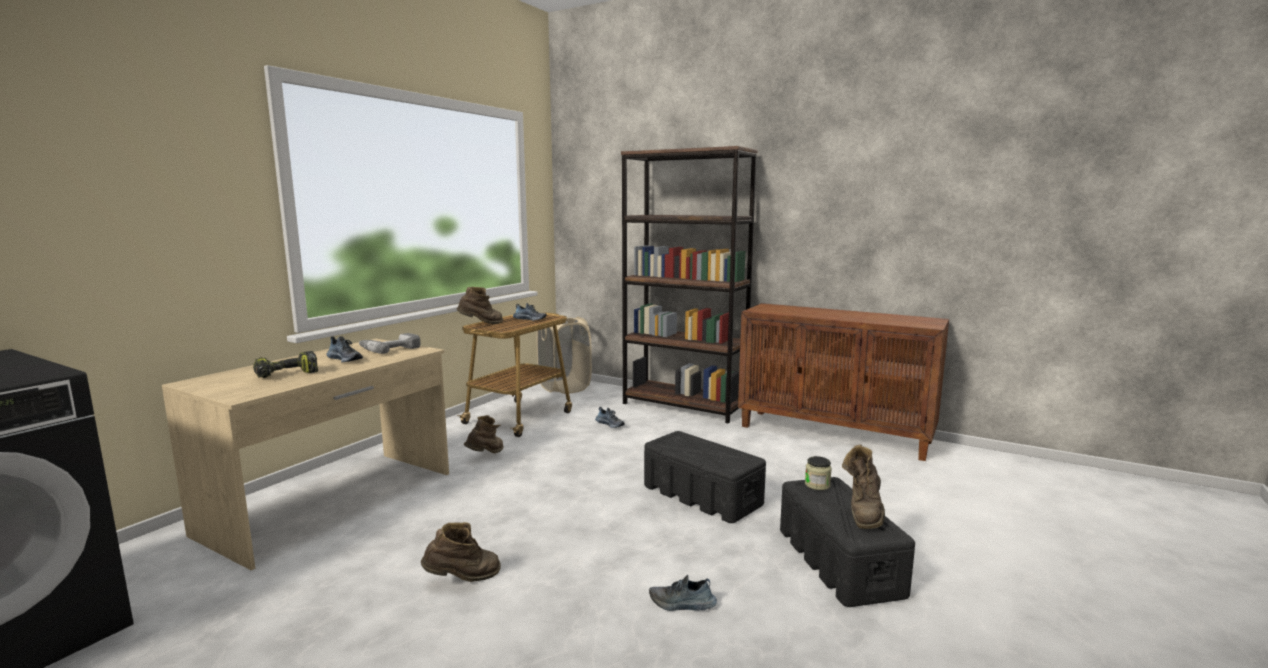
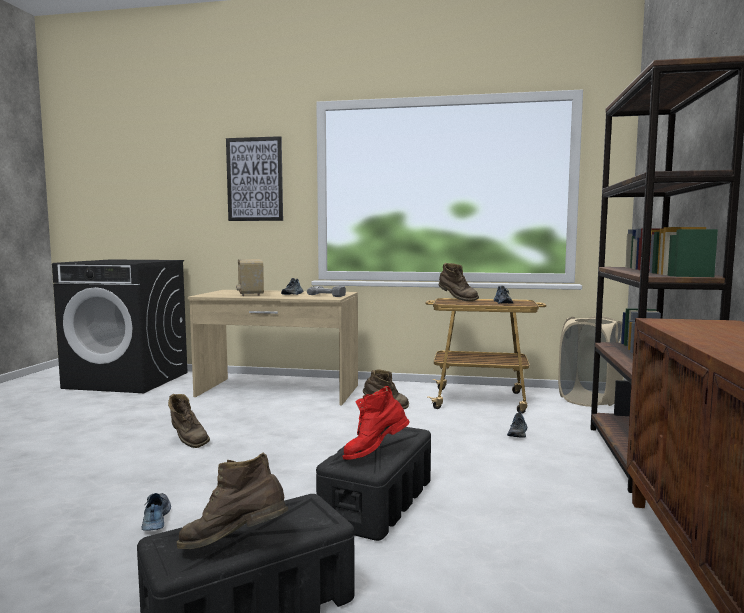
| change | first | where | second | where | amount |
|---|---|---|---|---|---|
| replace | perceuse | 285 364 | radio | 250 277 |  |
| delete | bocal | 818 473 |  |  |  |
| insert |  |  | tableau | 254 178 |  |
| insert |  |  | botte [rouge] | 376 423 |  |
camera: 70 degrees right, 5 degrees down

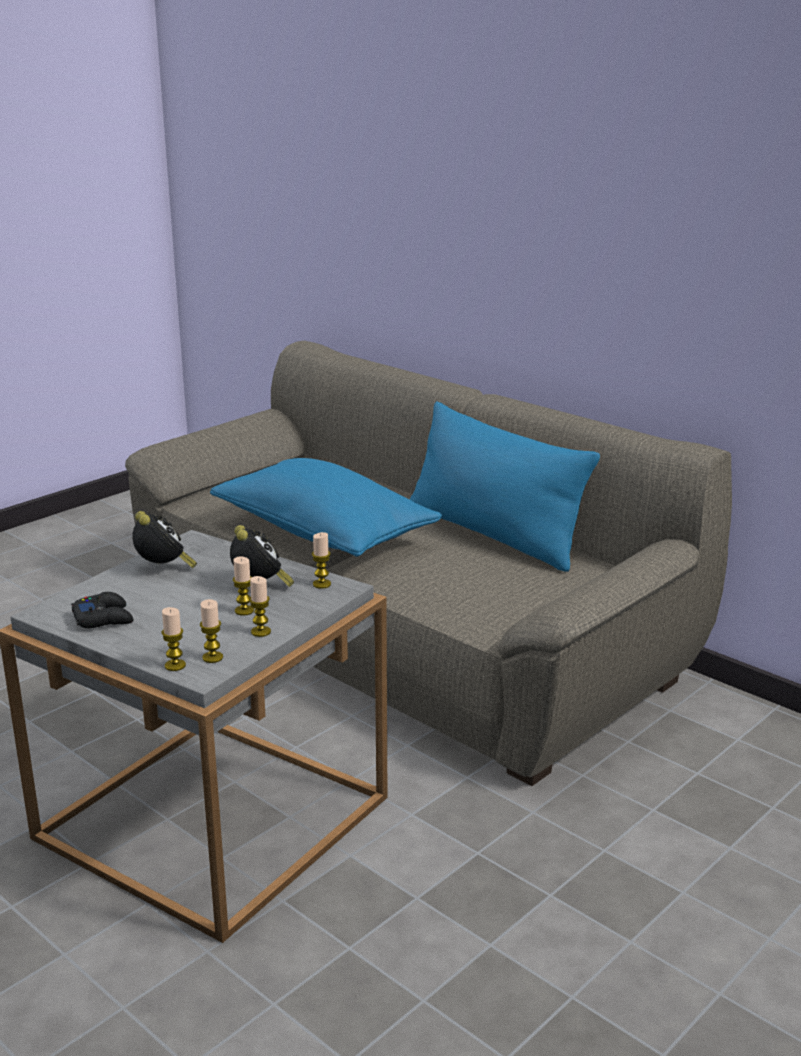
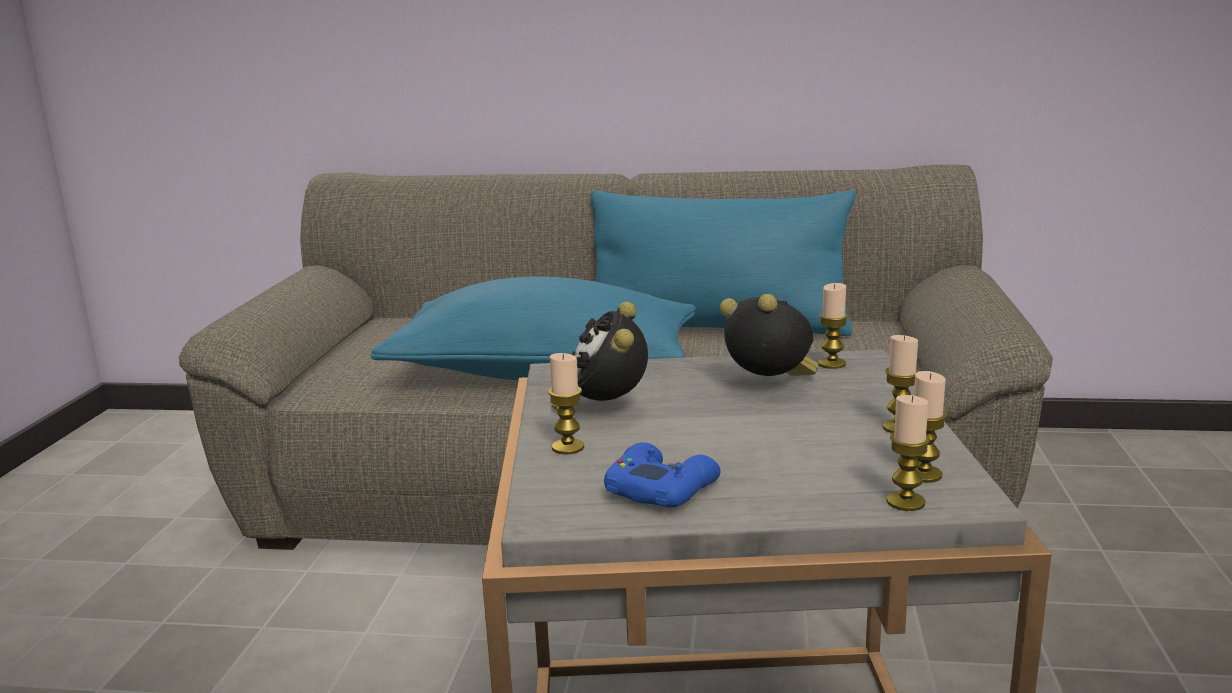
| change | first | where | second | where | amount |
|---|---|---|---|---|---|
| recolor | manette [noir] | 102 610 | manette [bleu] | 662 474 |  |
| rotate | réveil | 165 539 |  | 599 356 | 120 degrees counterclockwise |
| move | bougie | 243 586 |  | 566 404 |  |
camera: 35 degrees left, 5 degrees down

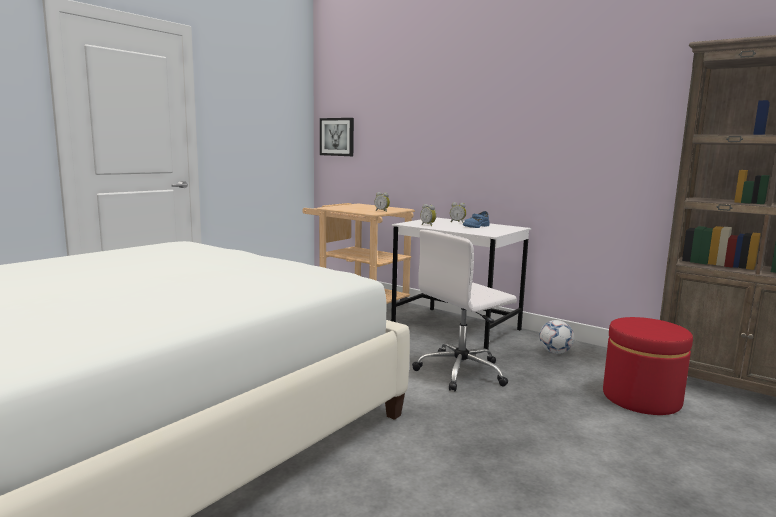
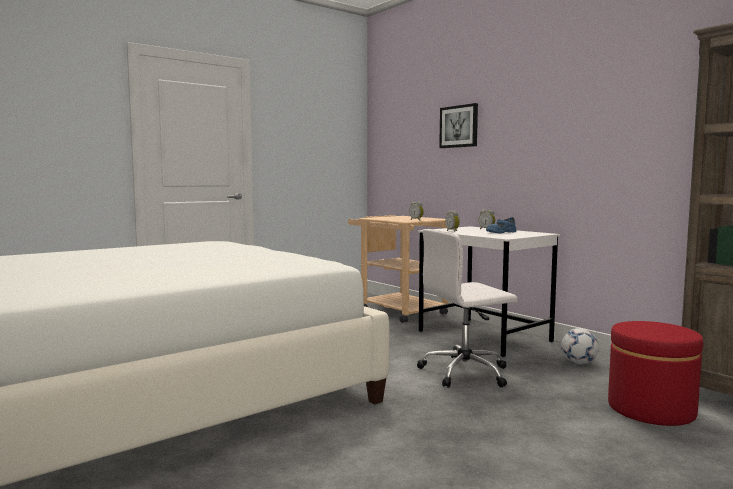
| change | first | where | second | where | amount |
|---|---|---|---|---|---|
| move | tableau | 337 137 |  | 458 125 |  |
camera: 15 degrees right, 5 degrees down

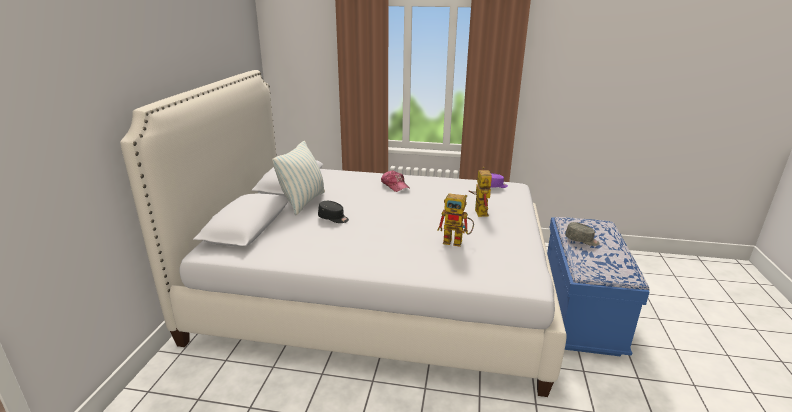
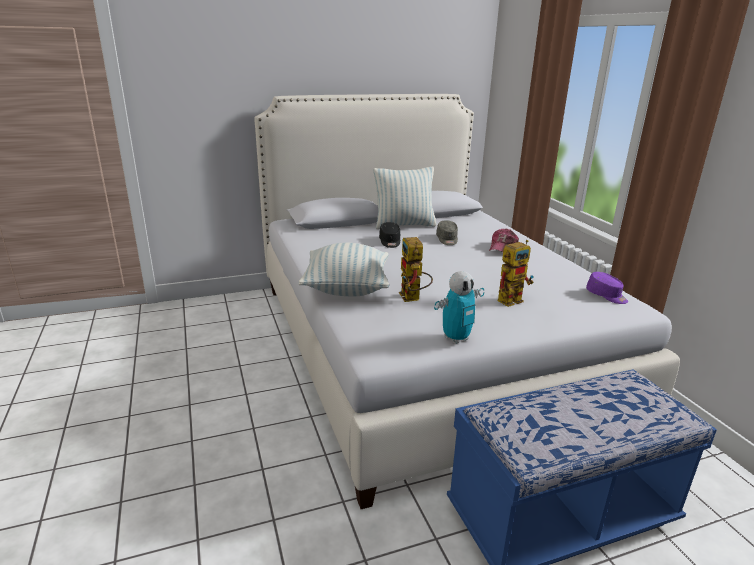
| change | first | where | second | where | amount |
|---|---|---|---|---|---|
| move | casquette [gris] | 582 234 |  | 447 232 |  |
| insert |  |  | coussin | 343 269 |  |
| insert |  |  | robot jouet | 459 307 |  |
camera: 60 degrees right, 0 degrees up

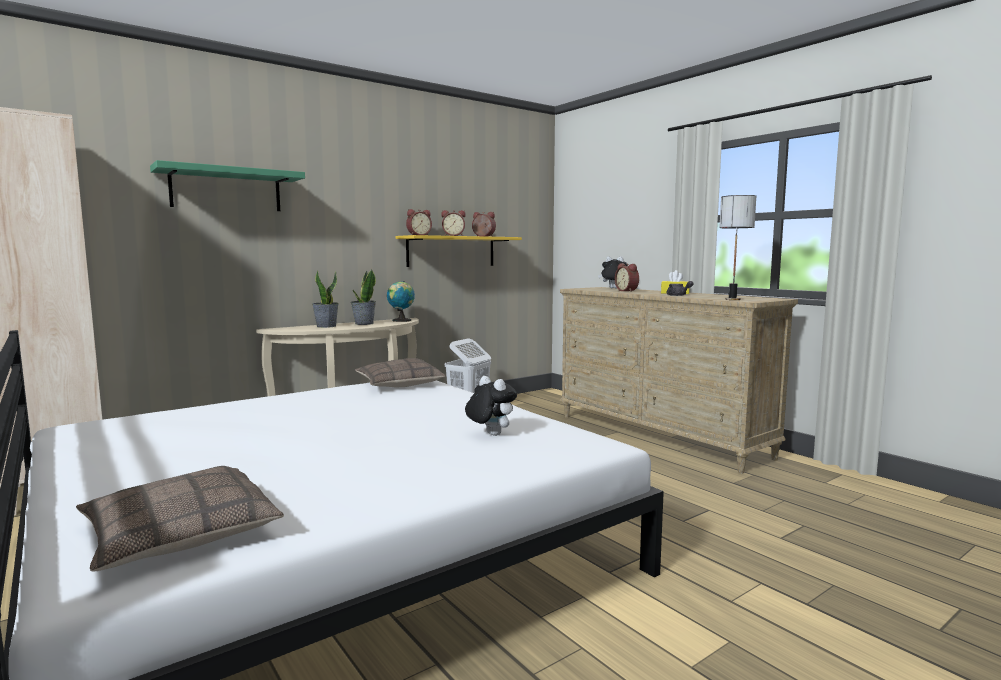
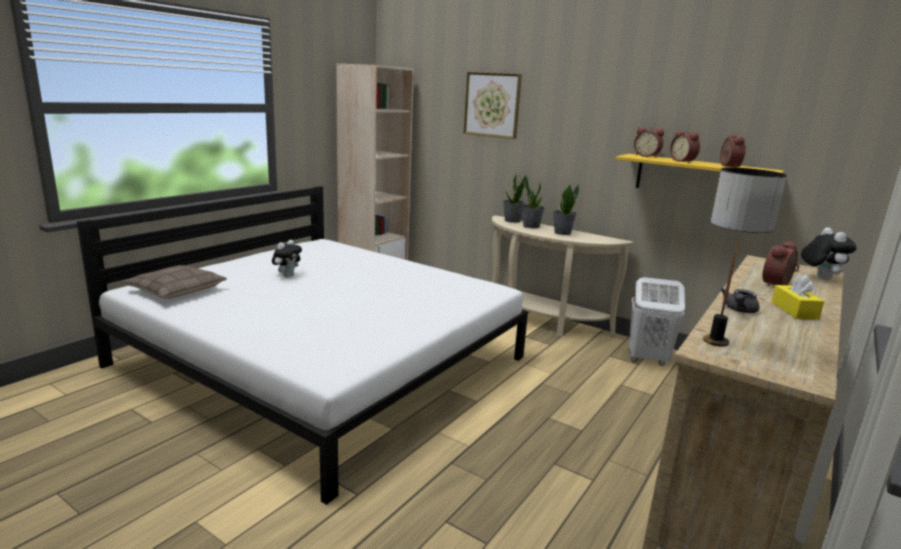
| change | first | where | second | where | amount |
|---|---|---|---|---|---|
| replace | étagère [vert] | 227 185 | tableau | 493 105 |  |
| delete | coussin | 400 372 |  |  |  |
| delete | globe | 401 301 |  |  |  |
| move | peluche | 491 406 |  | 287 258 |  |
| insert |  |  | plante en pot | 514 198 |  |
camera: 70 degrees right, 10 degrees up

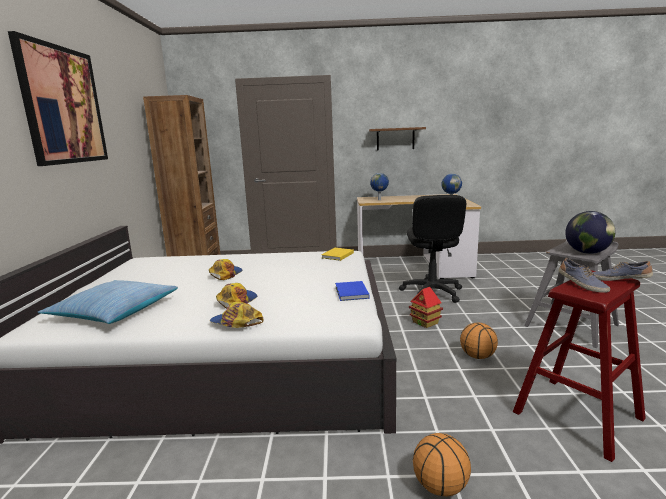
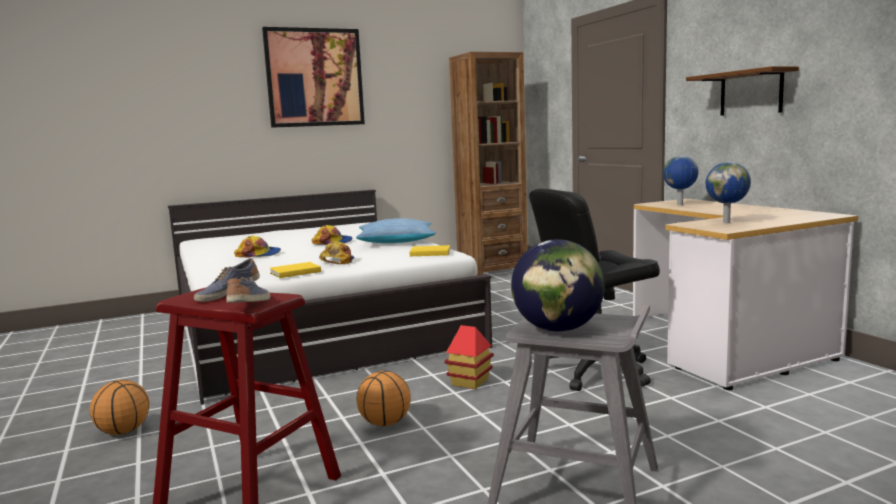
| change | first | where | second | where | amount |
|---|---|---|---|---|---|
| move | coussin | 108 302 |  | 396 230 |  |
| move | casquette | 237 315 |  | 337 253 |  |
| recolor | livre [bleu] | 352 291 | livre [jaune] | 295 270 |  |
camera: 65 degrees right, 5 degrees down

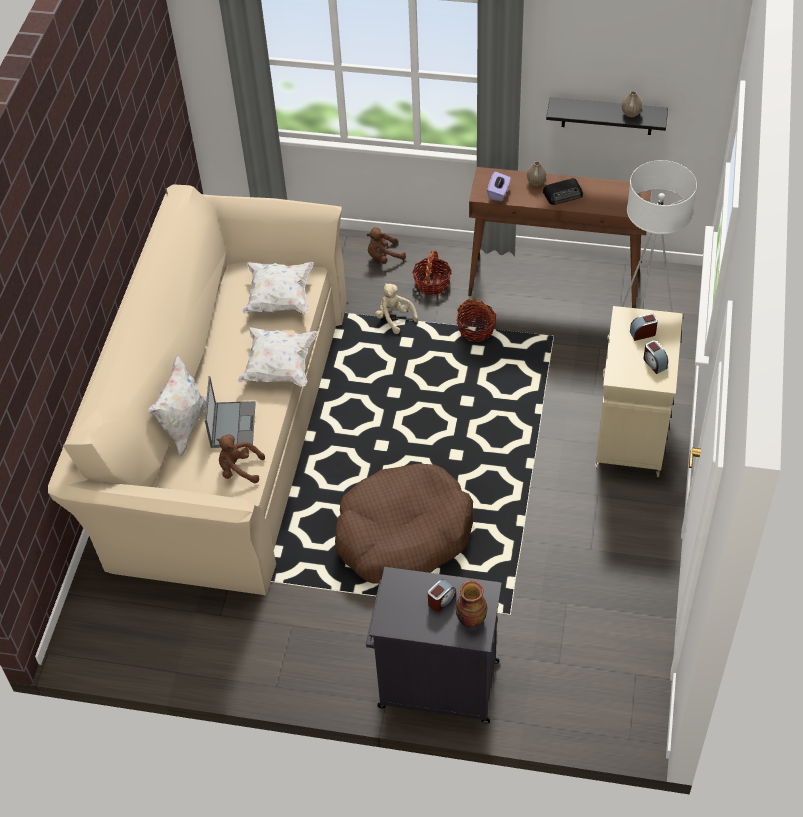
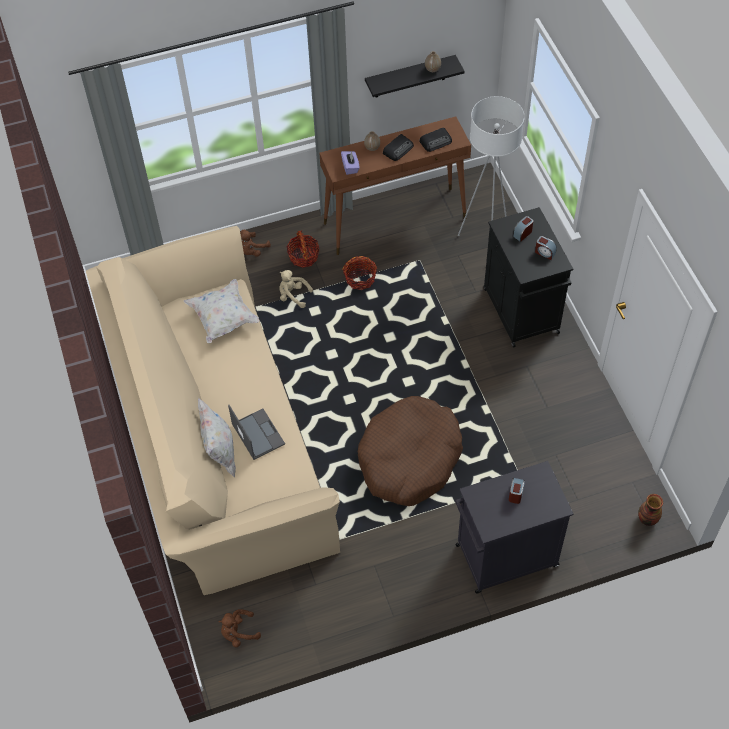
| change | first | where | second | where | amount |
|---|---|---|---|---|---|
| move | peluche [marron] | 241 458 |  | 239 628 |  |
| delete | coussin [blanc] | 277 357 |  |  |  |
| move | vase | 471 604 |  | 650 510 |  |
| recolor | meuble de rangement [beige] | 639 391 | meuble de rangement [noir] | 528 277 |  |
| insert |  |  | radio | 435 140 |  |
camera: 30 degrees left, 5 degrees up

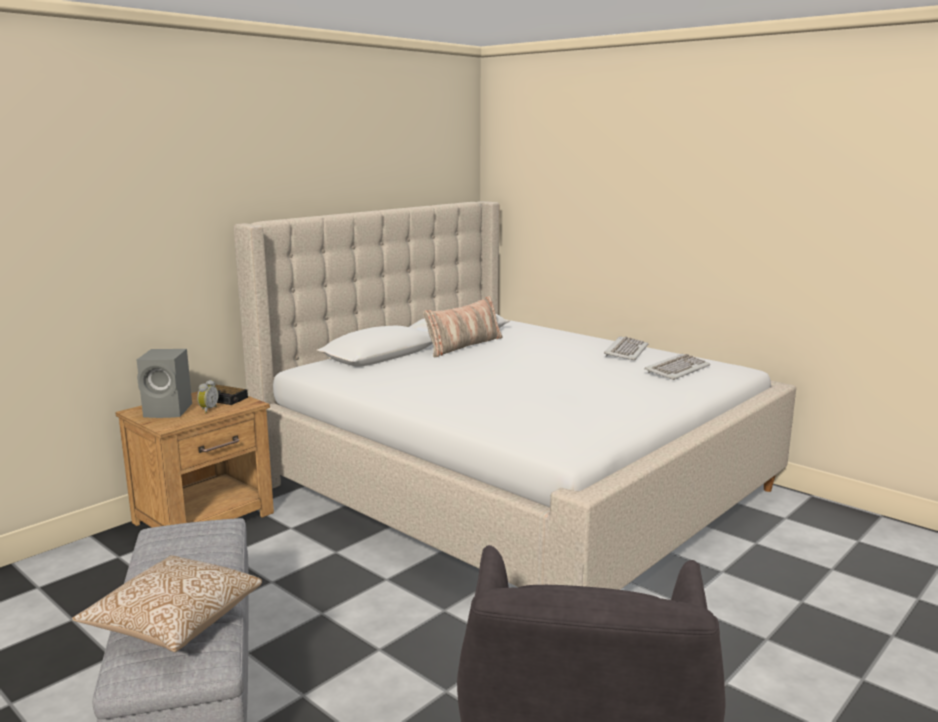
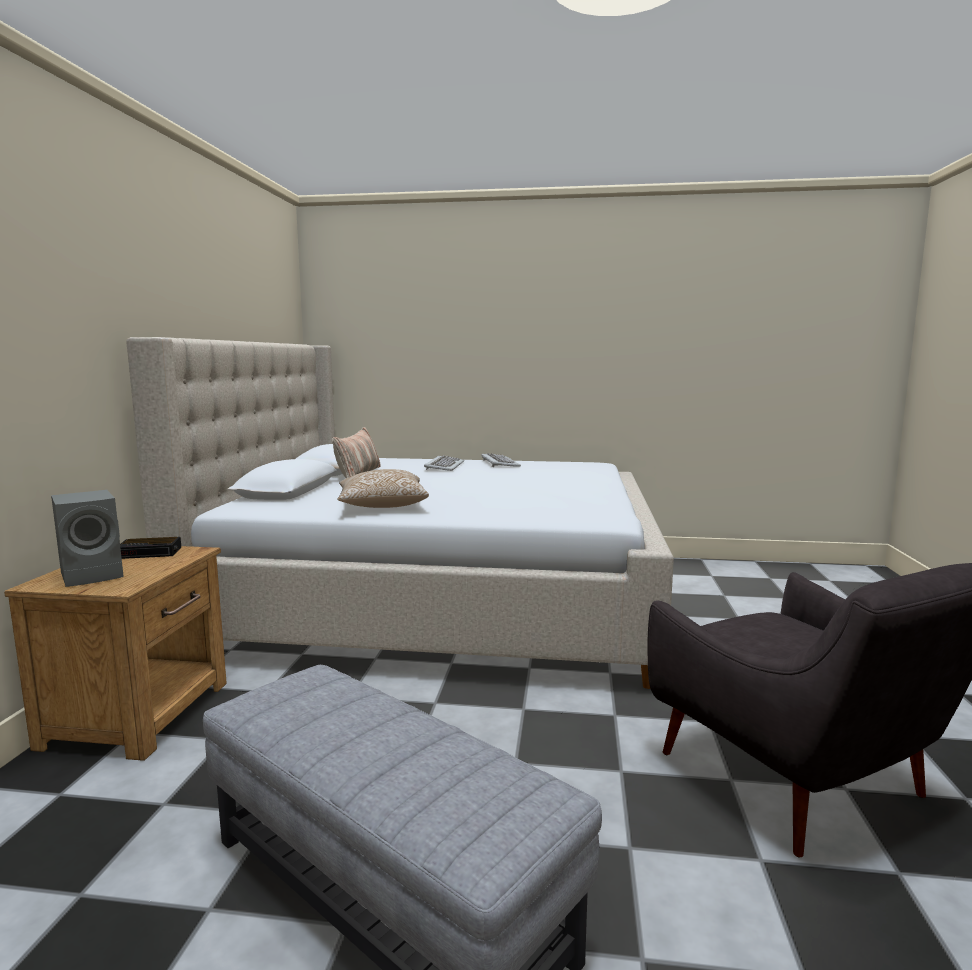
| change | first | where | second | where | amount |
|---|---|---|---|---|---|
| move | coussin | 167 603 |  | 383 488 |  |
| delete | réveil | 208 396 |  |  |  |
| move | clavier | 677 367 |  | 444 463 |  |
camera: 35 degrees left, 5 degrees down

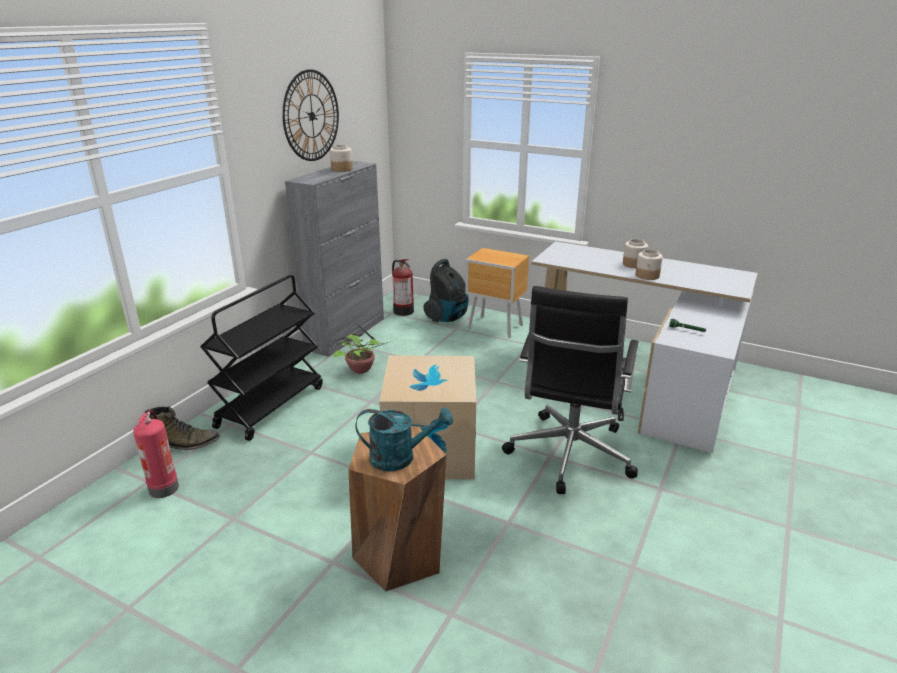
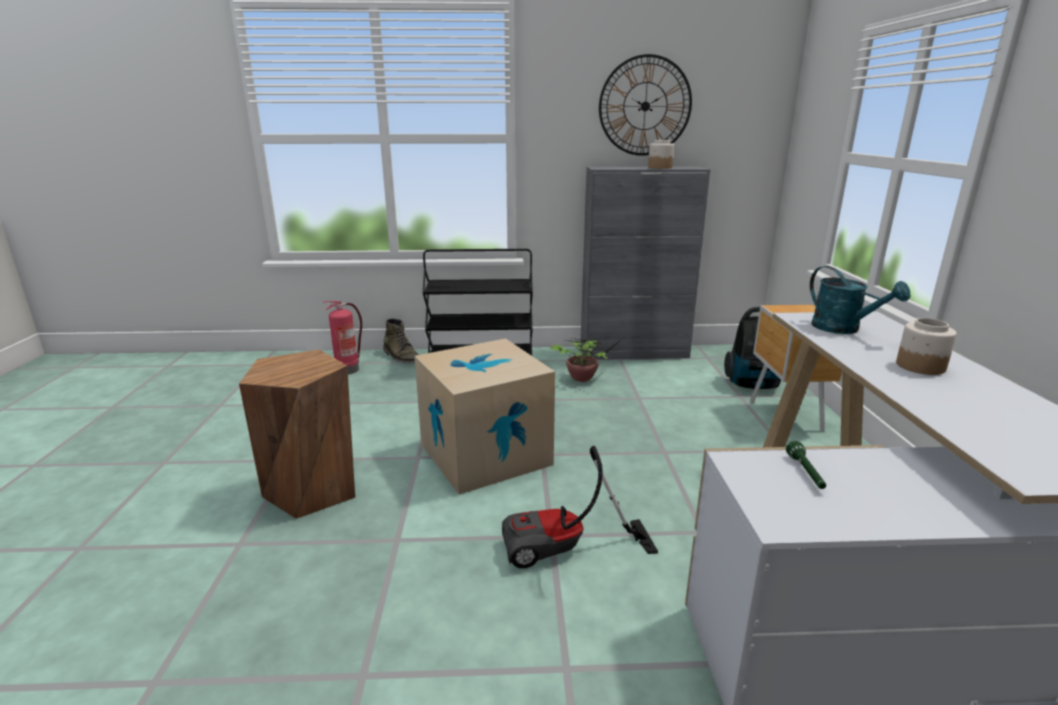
| change | first | where | second | where | amount |
|---|---|---|---|---|---|
| move | arrosoir [turquoise] | 404 439 |  | 860 300 |  |
| delete | extincteur | 403 287 |  |  |  |
| replace | chaise de bureau [noir] | 570 390 | aspirateur | 580 507 |  |
| delete | bocal | 649 264 |  |  |  |
camera: 60 degrees right, 5 degrees down

